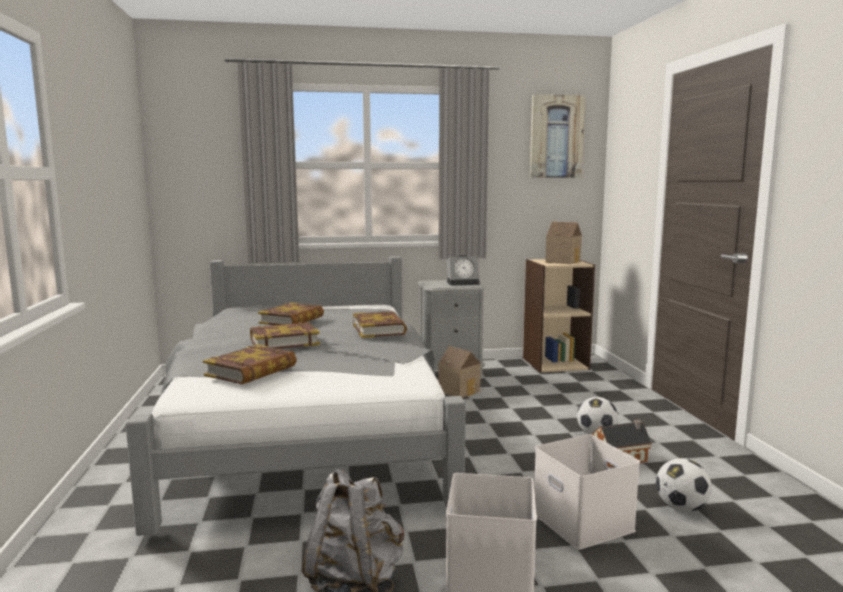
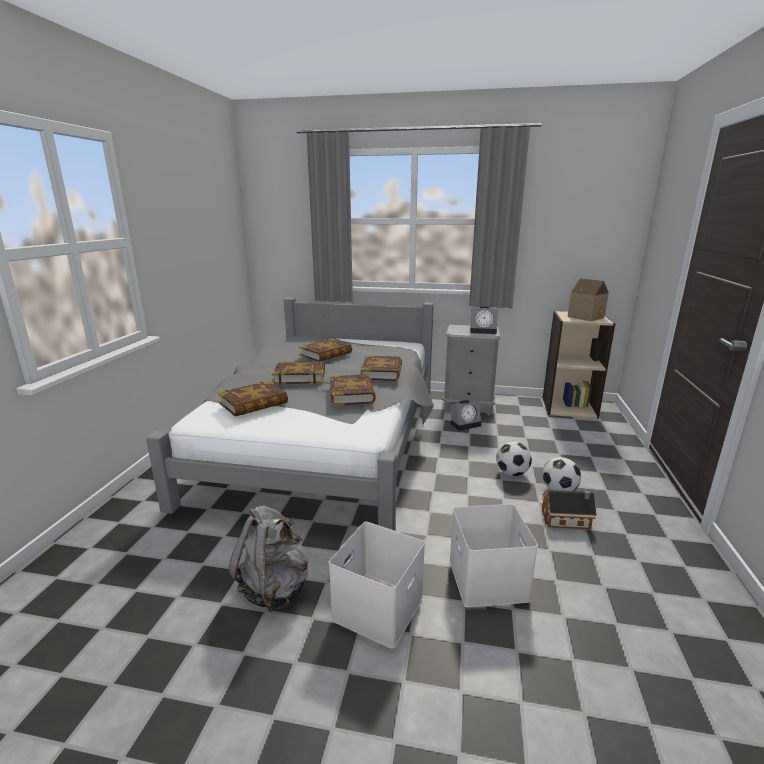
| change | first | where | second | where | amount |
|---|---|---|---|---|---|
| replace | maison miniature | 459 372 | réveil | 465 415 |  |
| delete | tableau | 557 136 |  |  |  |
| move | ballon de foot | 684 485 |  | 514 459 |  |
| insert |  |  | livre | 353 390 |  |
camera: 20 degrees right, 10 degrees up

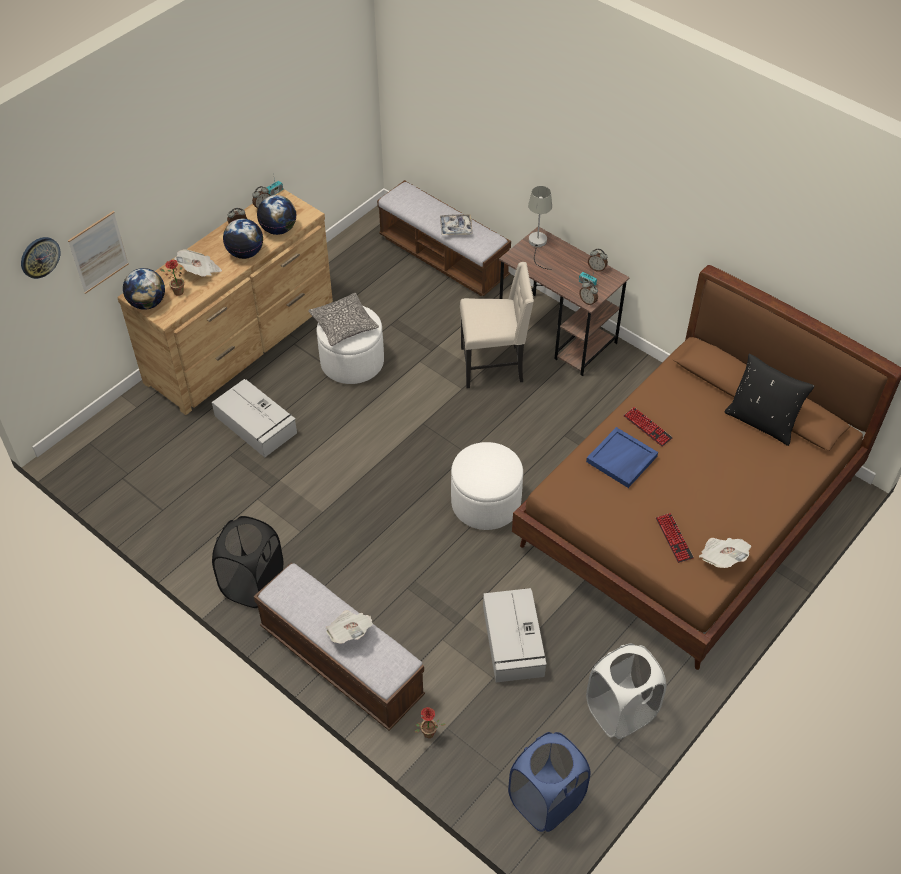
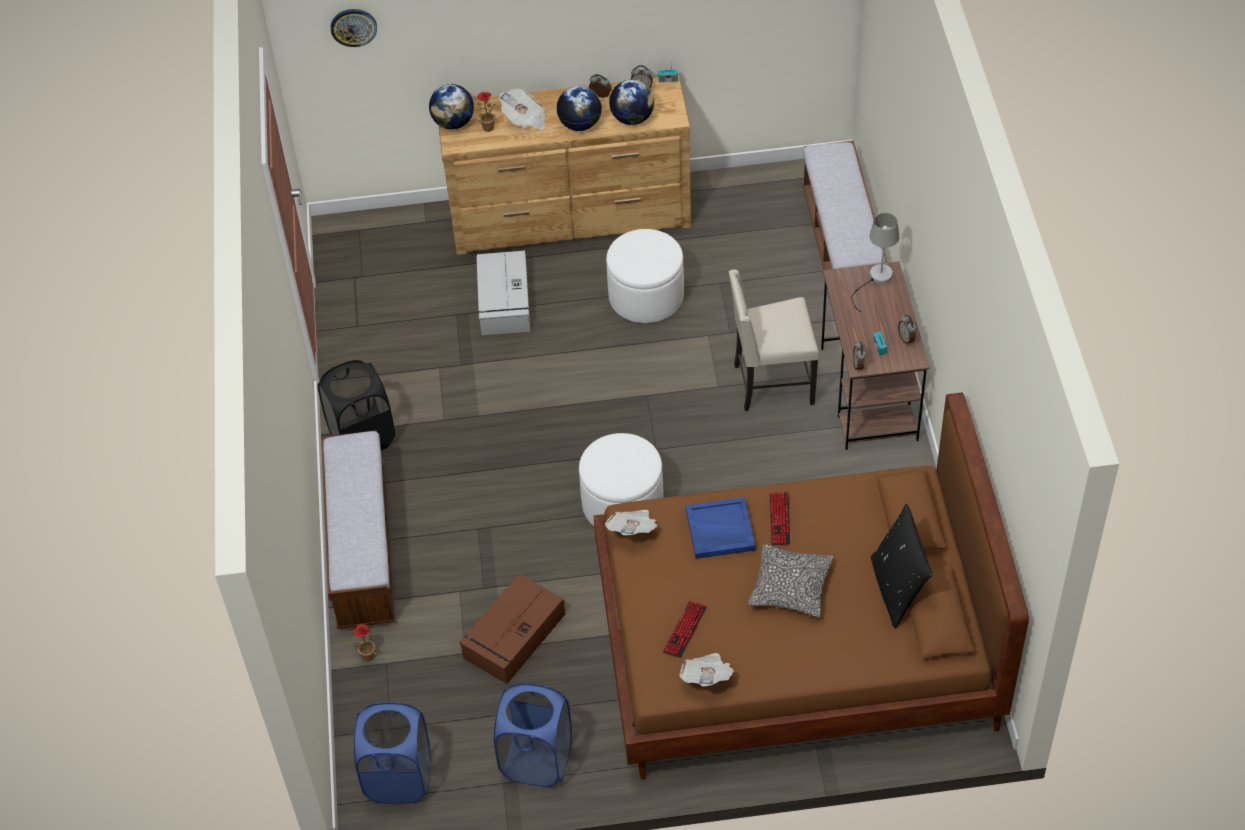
| change | first | where | second | where | amount |
|---|---|---|---|---|---|
| delete | tableau | 98 252 |  |  |  |
| move | coussin | 343 319 |  | 790 580 |  |
| move | journal | 349 627 |  | 631 522 |  |
| delete | plateau | 456 224 |  |  |  |
| rotate | chaise [beige] | 497 325 |  | 774 340 | 135 degrees clockwise |
| recolor | boîte de rangement [gris] | 515 635 | boîte de rangement [marron] | 512 629 |  |
| recolor | panier à linge [blanc] | 626 691 | panier à linge [bleu] | 533 735 |  |
camera: 45 degrees right, 0 degrees up

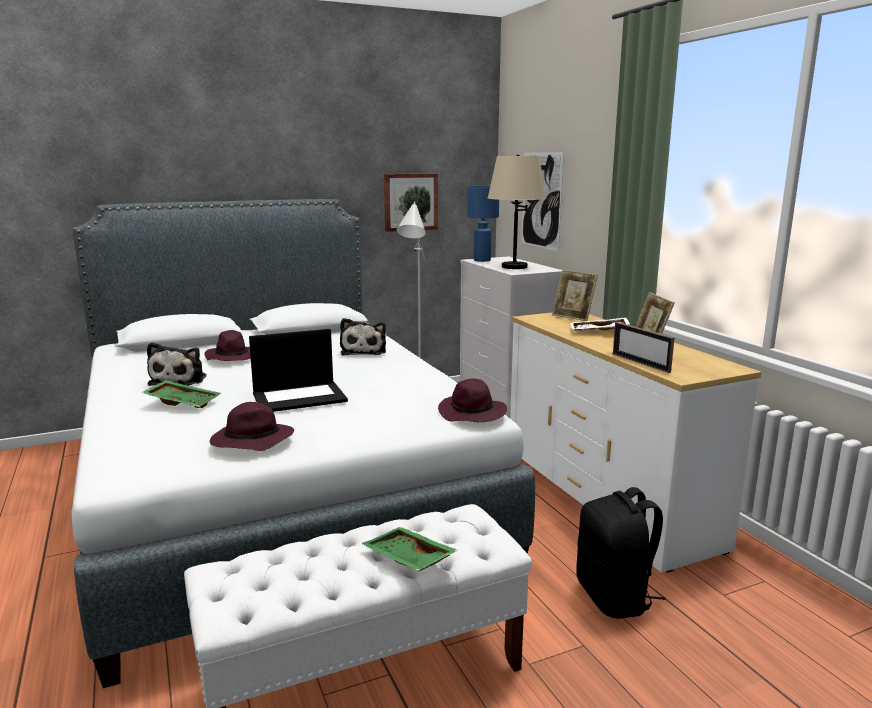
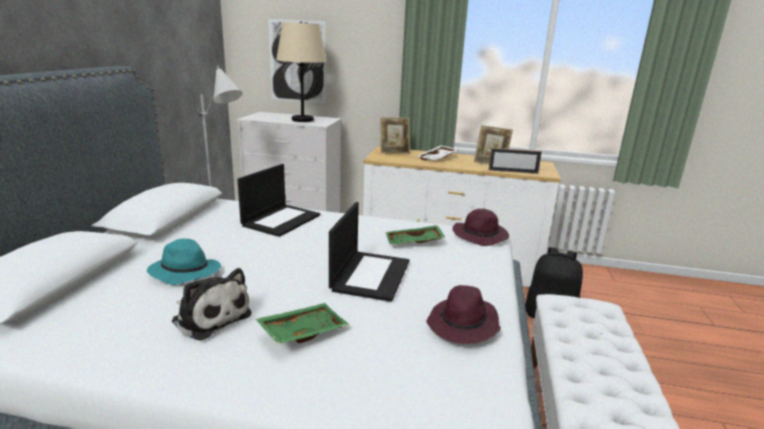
| change | first | where | second | where | amount |
|---|---|---|---|---|---|
| recolor | chapeau [violet] | 228 345 | chapeau [turquoise] | 184 262 |  |
| replace | peluche | 363 337 | ordinateur portable | 278 200 |  |
| move | plateau [vert] | 409 549 |  | 415 235 |  |
| delete | tableau | 411 202 |  |  |  |
| delete | lampe de table [bleu] | 483 224 |  |  |  |
camera: 55 degrees left, 5 degrees up

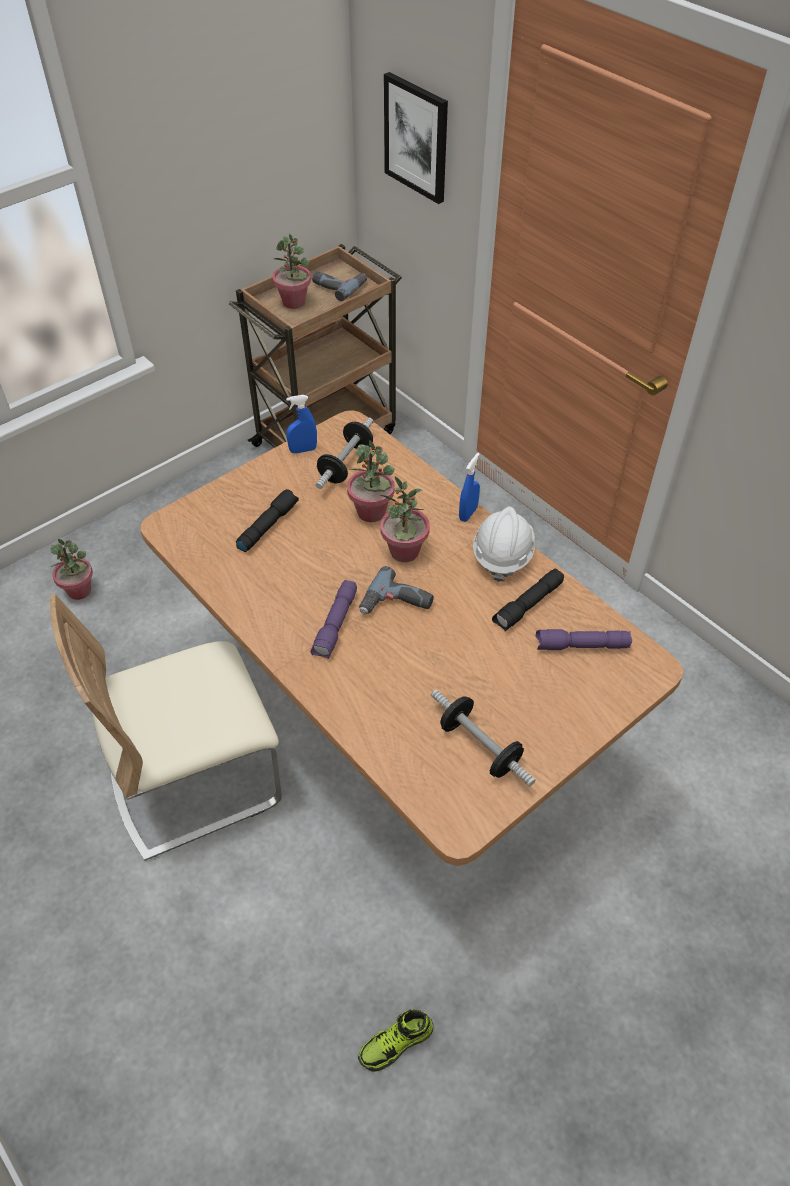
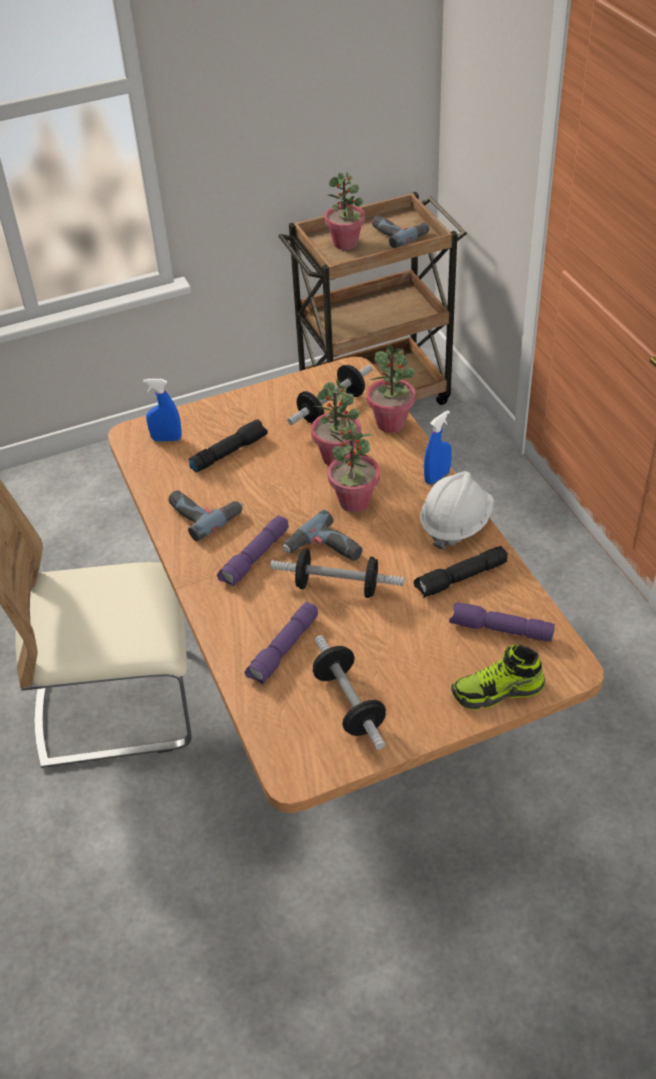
| change | first | where | second | where | amount |
|---|---|---|---|---|---|
| move | plante en pot | 71 569 |  | 391 389 |  |
| move | vaporisateur [bleu] | 301 424 |  | 162 410 |  |
| move | chaussure | 396 1040 |  | 498 677 |  |
| delete | tableau | 416 138 |  |  |  |
| insert |  |  | perceuse | 205 516 |  |
| insert |  |  | lampe de poche [violet] | 281 643 |  |
| insert |  |  | haltère | 337 573 |  |
camera: 20 degrees right, 5 degrees down

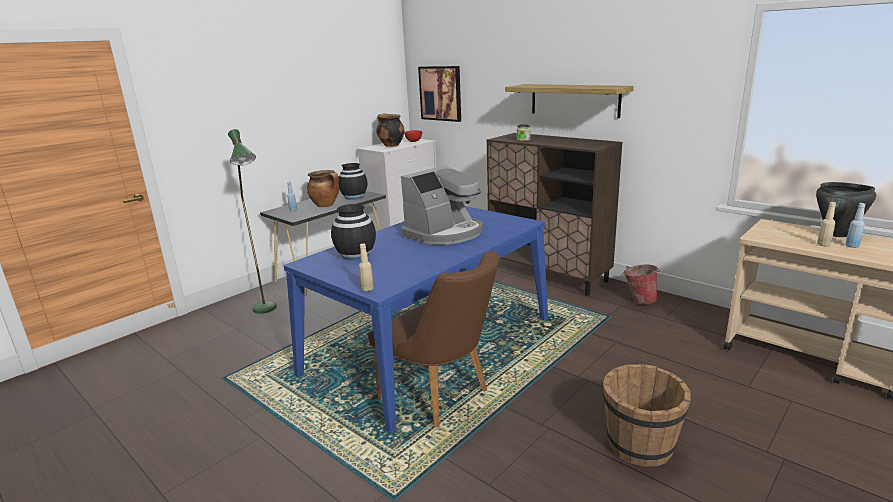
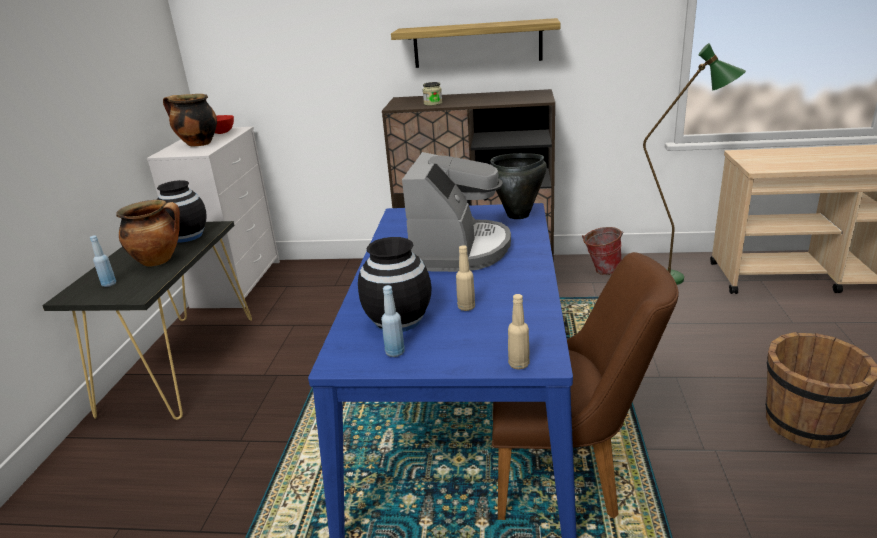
| change | first | where | second | where | amount |
|---|---|---|---|---|---|
| move | lampadaire [vert] | 252 221 |  | 694 164 |  |
| delete | tableau | 439 94 |  |  |  |
| move | marmite [noir] | 846 209 |  | 518 186 |  |
| move | bouteille [beige] | 826 224 |  | 465 278 |  |
| move | bouteille [bleu] | 855 225 |  | 393 321 |  |
camera: 35 degrees left, 5 degrees up

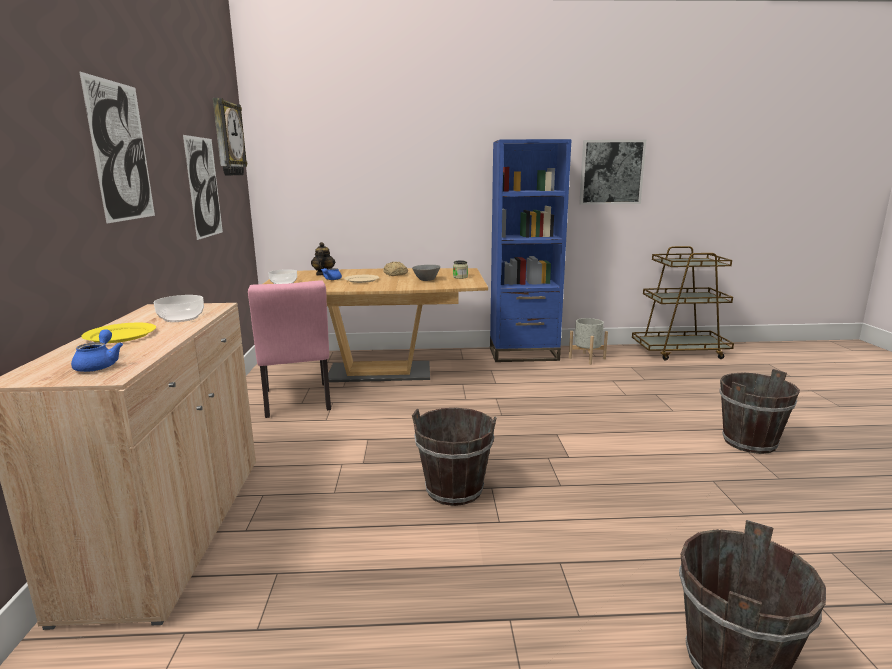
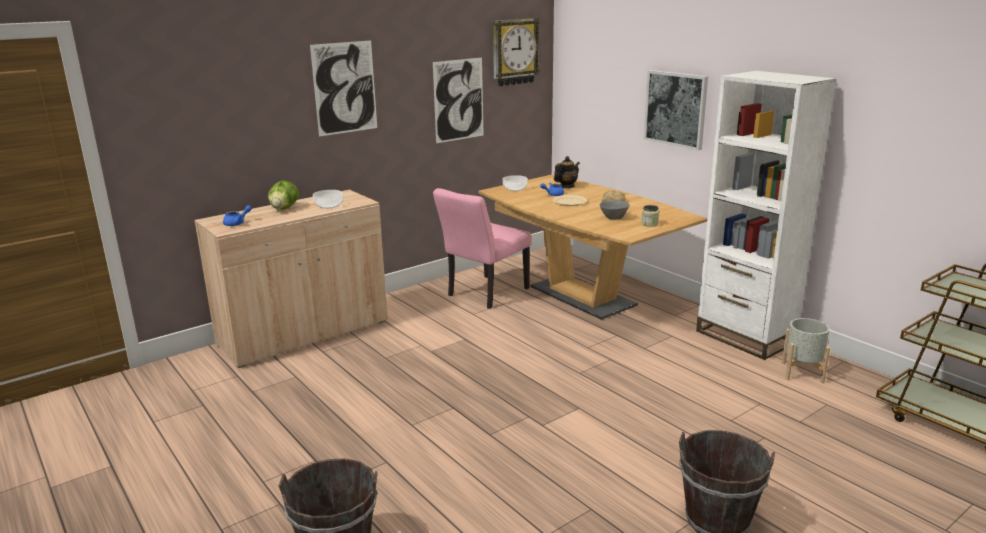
| change | first | where | second | where | amount |
|---|---|---|---|---|---|
| replace | assiette [jaune] | 118 333 | laitue | 283 195 |  |
| delete | seau [marron] | 454 457 |  |  |  |
| recolor | bibliothèque [bleu] | 531 250 | bibliothèque [blanc] | 766 215 |  |
| move | tableau | 612 172 |  | 676 110 |  |
camera: 55 degrees right, 5 degrees up

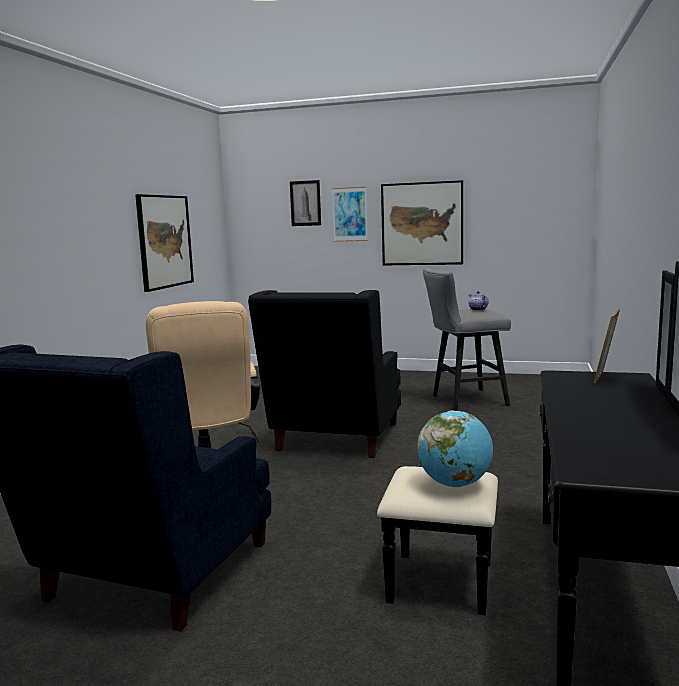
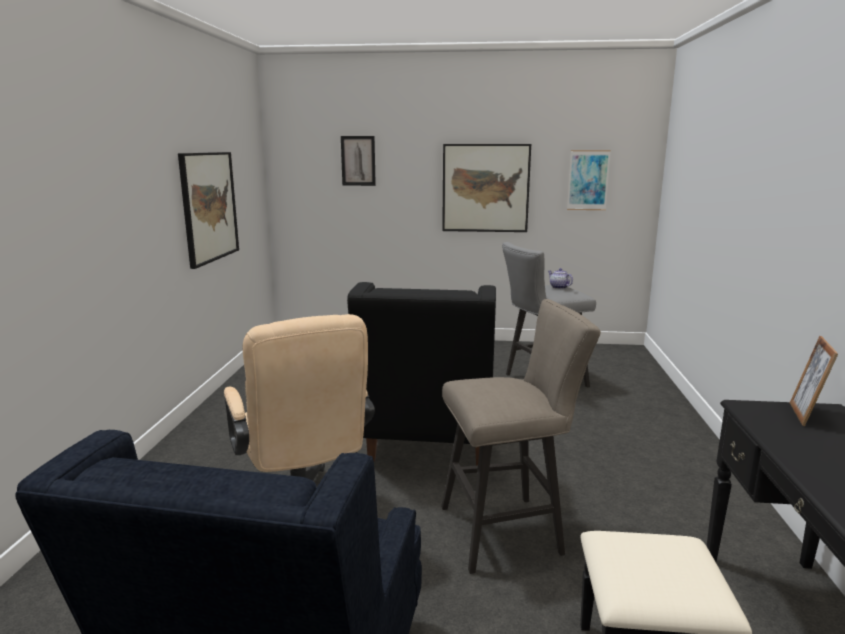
| change | first | where | second | where | amount |
|---|---|---|---|---|---|
| move | tableau | 350 214 |  | 589 180 |  |
| delete | globe | 455 448 |  |  |  |
| insert |  |  | tabouret [beige] | 521 436 |  |
camera: 10 degrees left, 5 degrees up

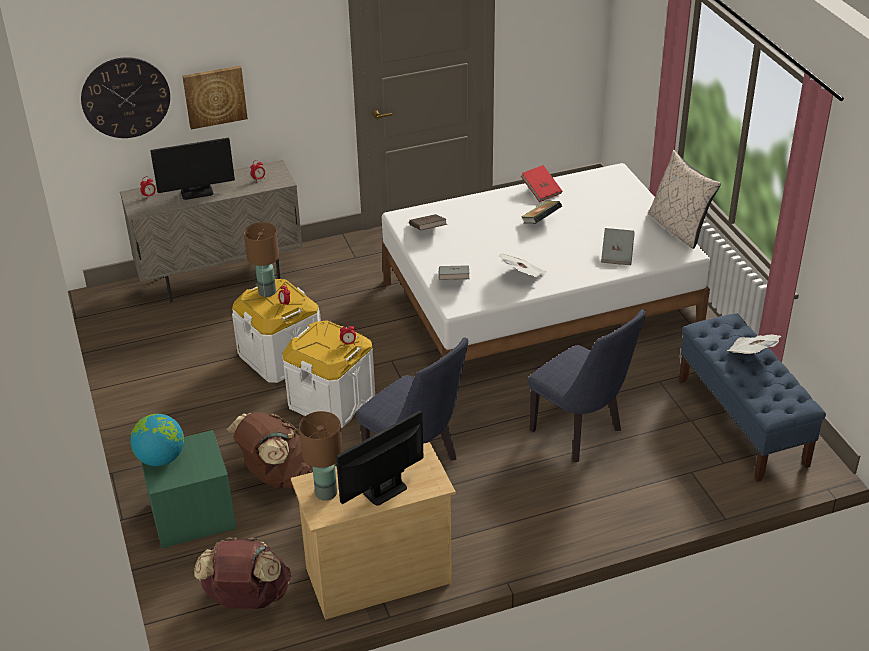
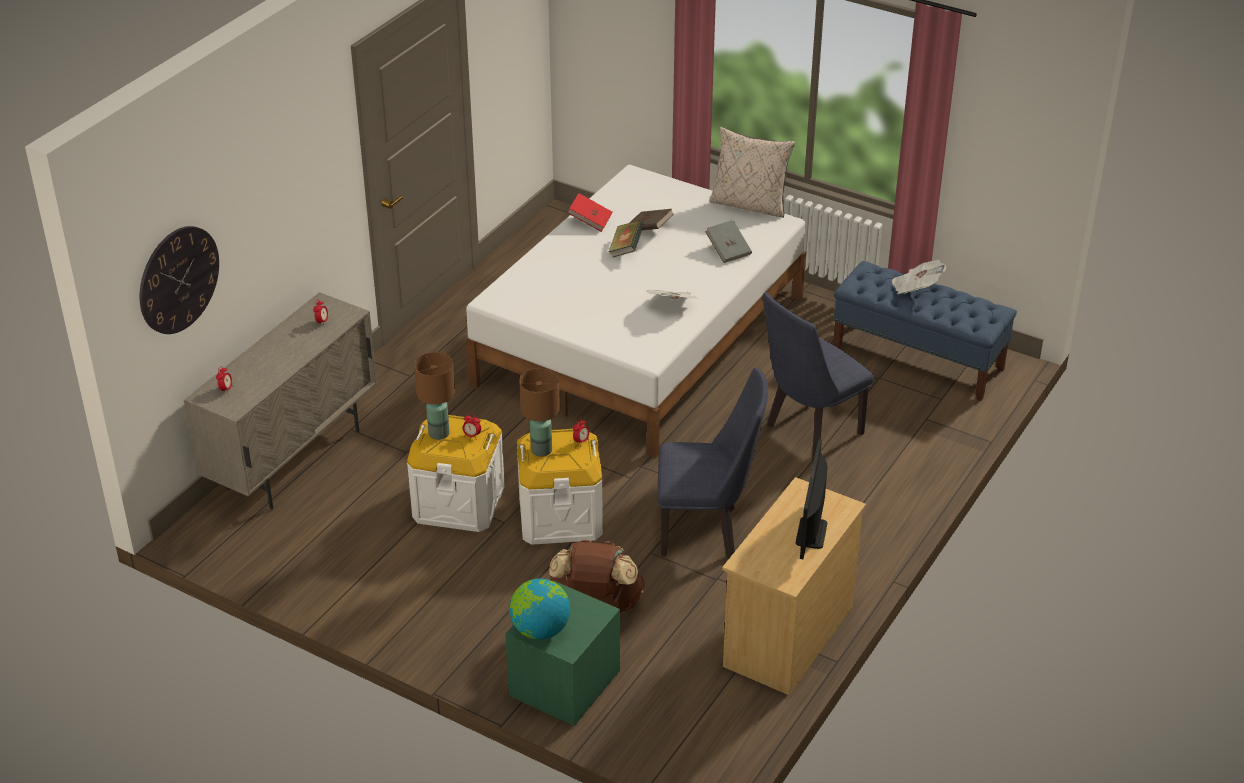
| change | first | where | second | where | amount |
|---|---|---|---|---|---|
| delete | écran d'ordinateur | 192 169 |  |  |  |
| delete | tableau | 215 97 |  |  |  |
| delete | sac à dos [marron] | 242 573 |  |  |  |
| move | lampe de table [marron] | 321 456 |  | 539 412 |  |
| move | livre [marron] | 428 222 |  | 651 219 |  |
| delete | livre [gris] | 454 272 |  |  |  |
| rotate | chaise [bleu] | 587 385 |  | 818 376 | 135 degrees clockwise |
camera: 40 degrees left, 0 degrees up

